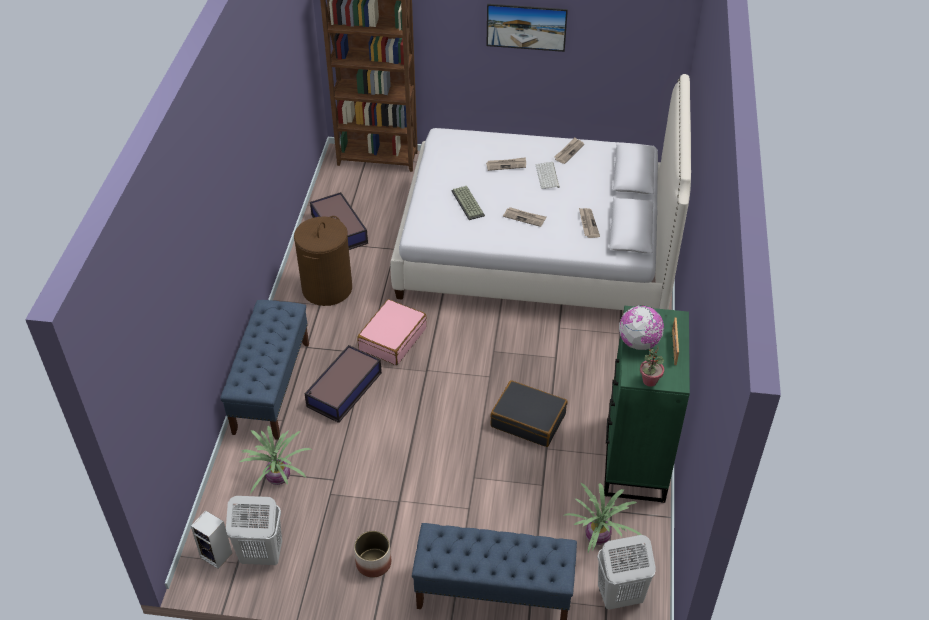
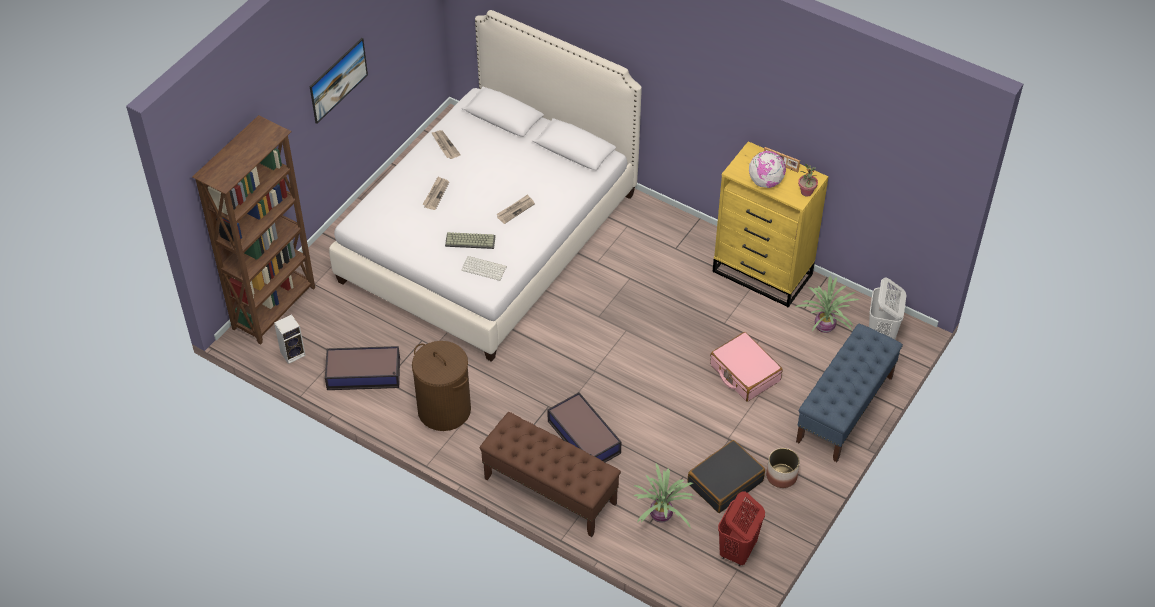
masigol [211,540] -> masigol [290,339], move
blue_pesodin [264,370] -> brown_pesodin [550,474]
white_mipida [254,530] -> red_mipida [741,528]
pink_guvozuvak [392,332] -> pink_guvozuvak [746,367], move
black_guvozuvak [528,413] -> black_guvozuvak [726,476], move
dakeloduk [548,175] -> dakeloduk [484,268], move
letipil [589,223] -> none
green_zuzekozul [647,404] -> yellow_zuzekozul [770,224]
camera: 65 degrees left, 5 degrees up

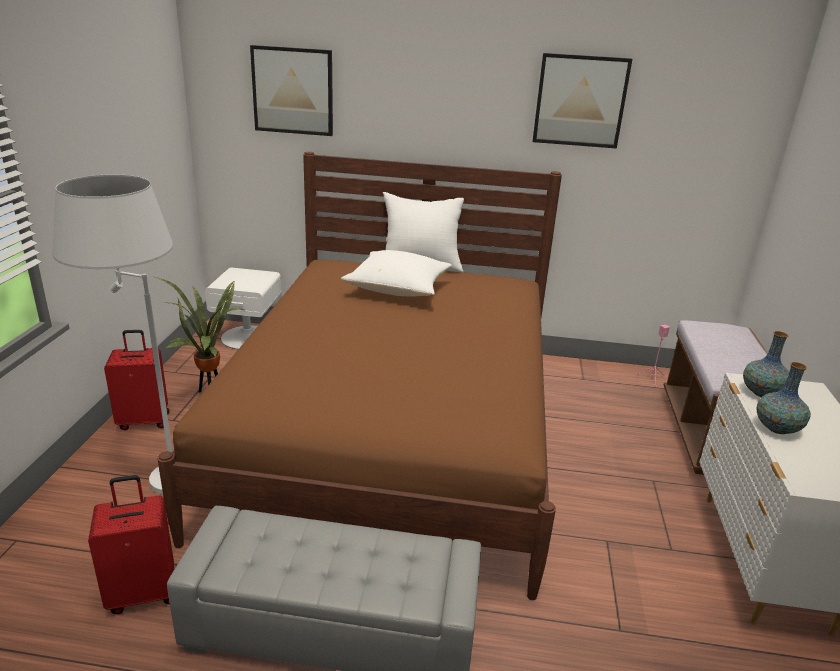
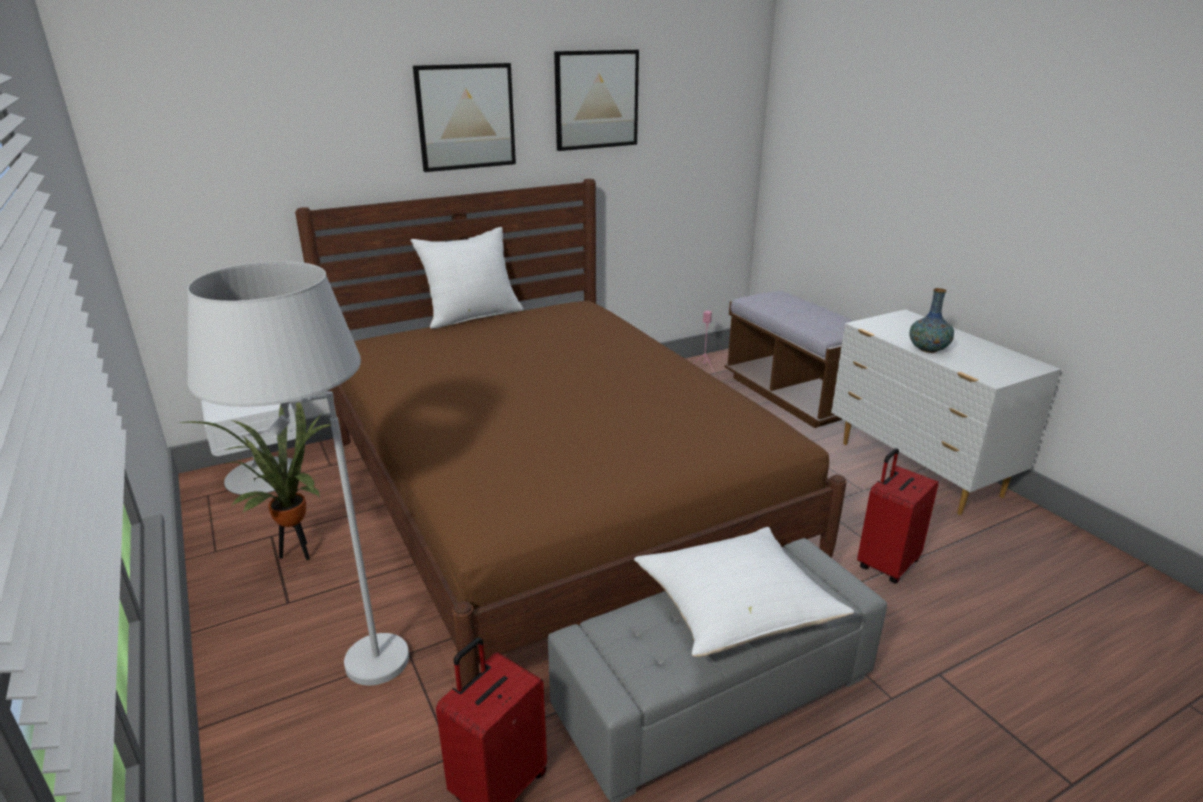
red_guvozuvak [137,380] -> red_guvozuvak [898,516], move
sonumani [291,90] -> sonumani [464,117], move
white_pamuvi [396,273] -> white_pamuvi [744,592], move
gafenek [766,364] -> none
camera: 35 degrees left, 0 degrees up

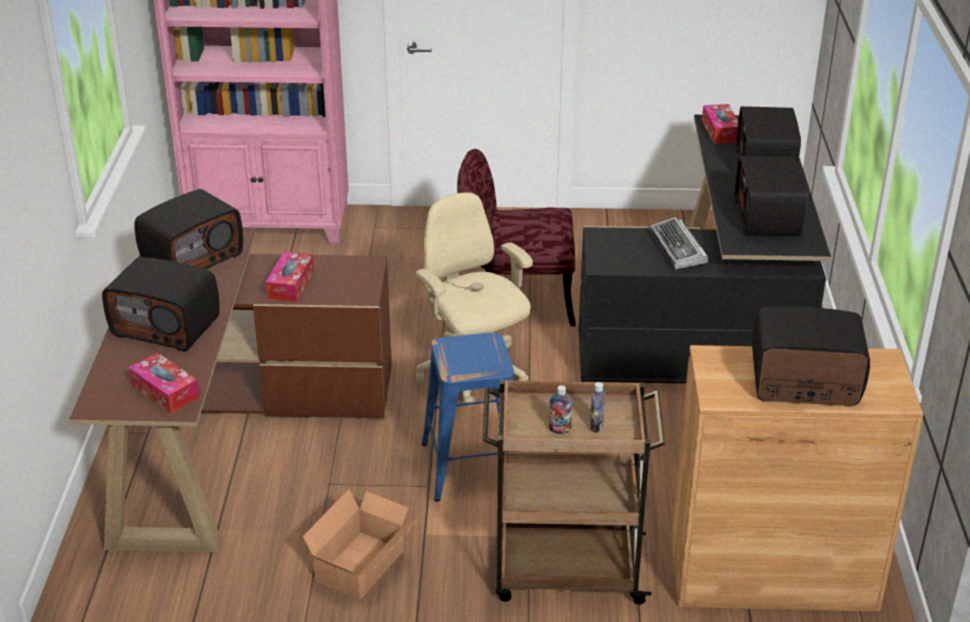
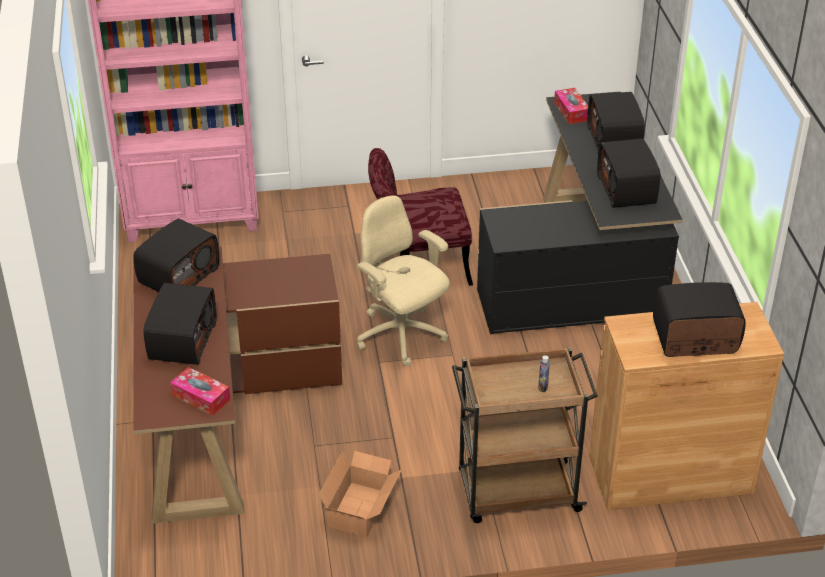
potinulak [161,304] -> potinulak [180,324], 90 degrees counterclockwise
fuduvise [290,276] -> none
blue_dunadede [471,417] -> none
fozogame [561,409] -> none
dakeloduk [679,243] -> none
camera: 10 degrees left, 5 degrees up

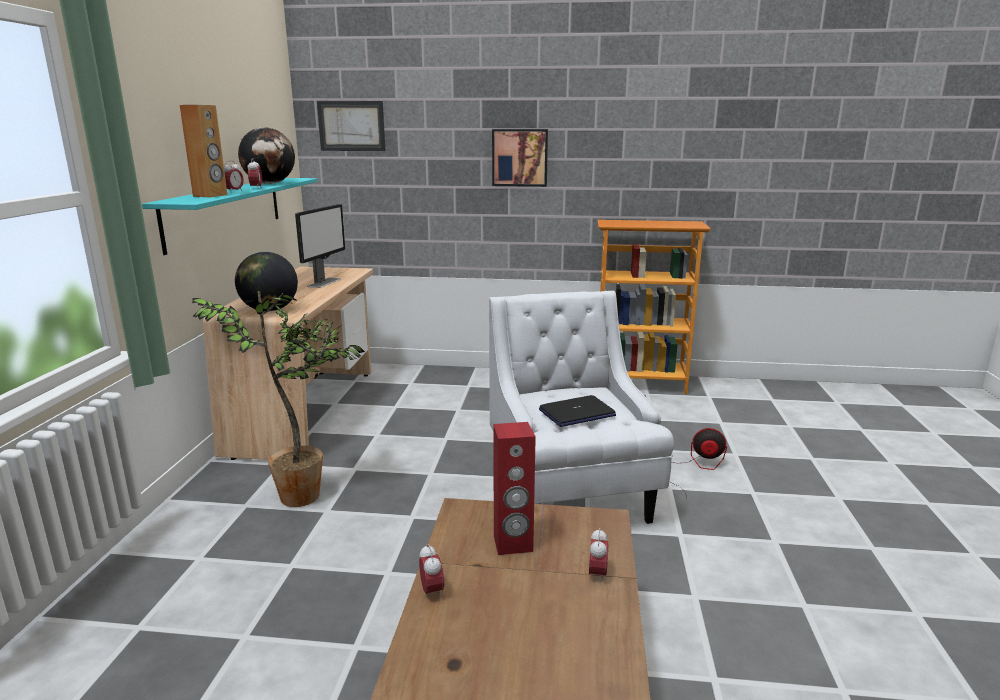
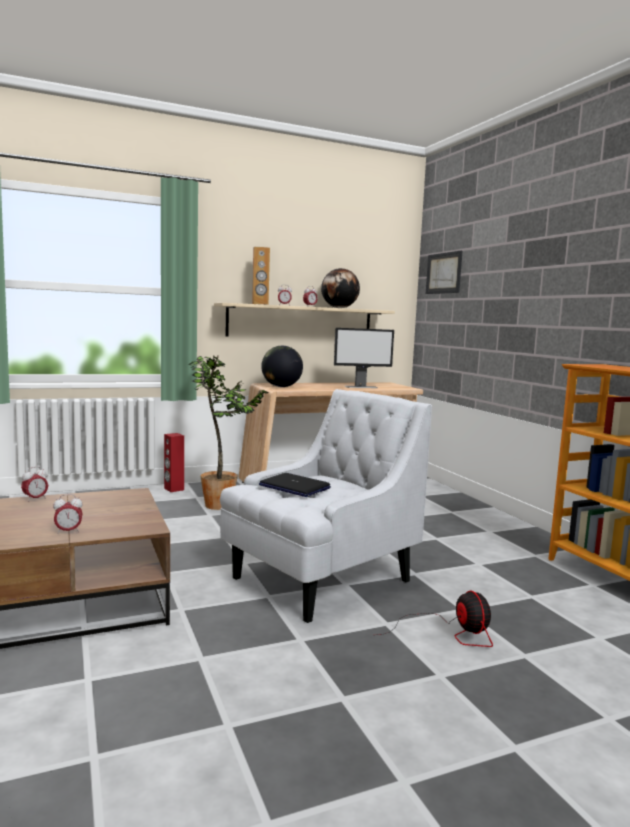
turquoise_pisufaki [230,216] -> beige_pisufaki [304,320]
sonumani [520,158] -> none
red_masigol [514,488] -> red_masigol [174,462], move
camera: 60 degrees right, 10 degrees down

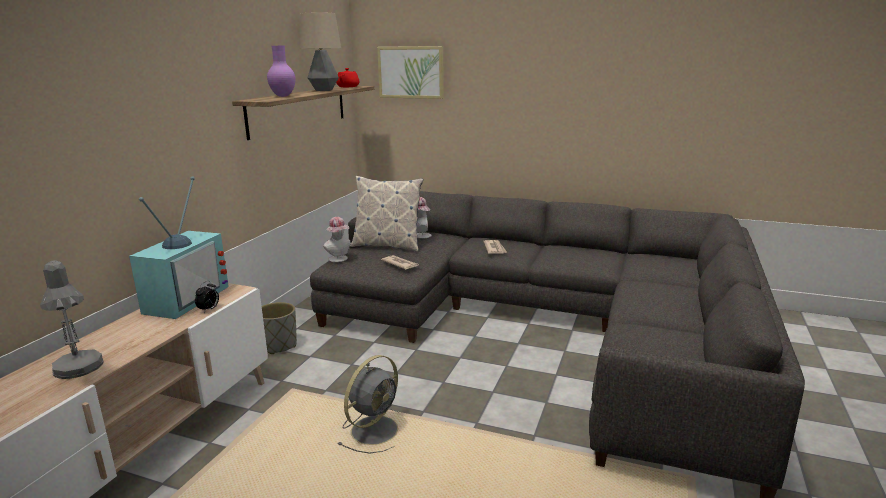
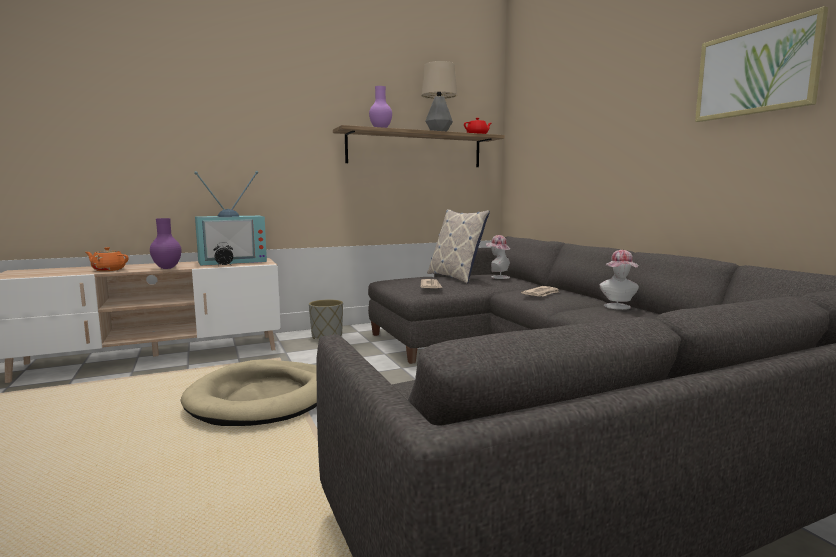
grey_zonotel [72,320] -> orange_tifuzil [107,259]
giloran [337,239] -> giloran [619,280], move
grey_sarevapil [367,404] -> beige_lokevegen [249,393]
sonumani [410,72] -> sonumani [761,64], move
none -> purple_gafenek [165,243]
camera: 45 degrees right, 10 degrees down

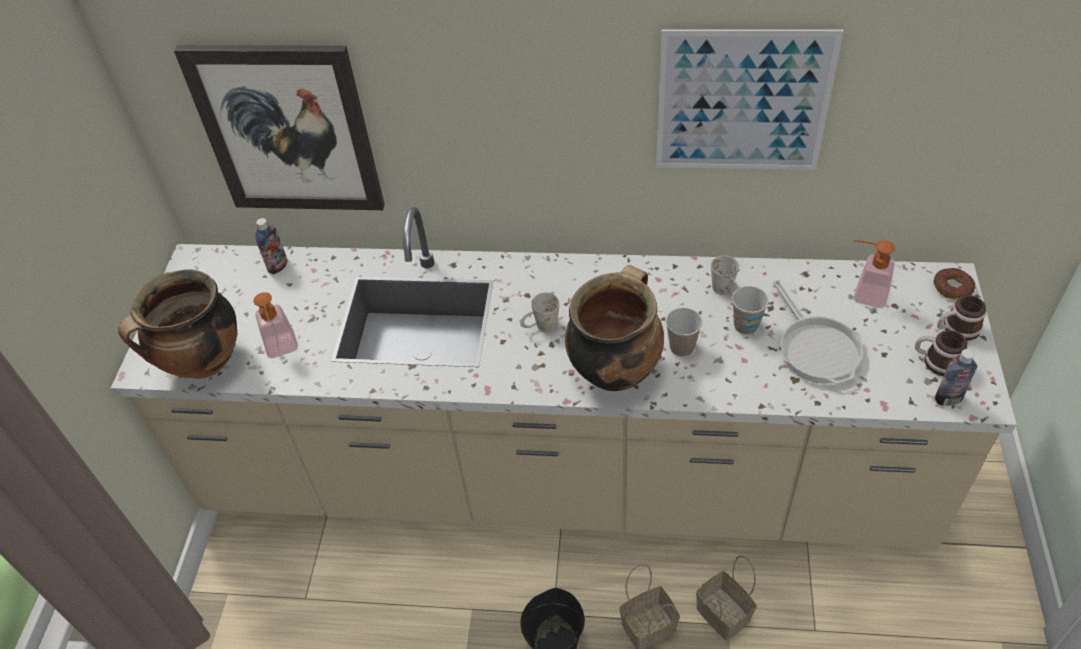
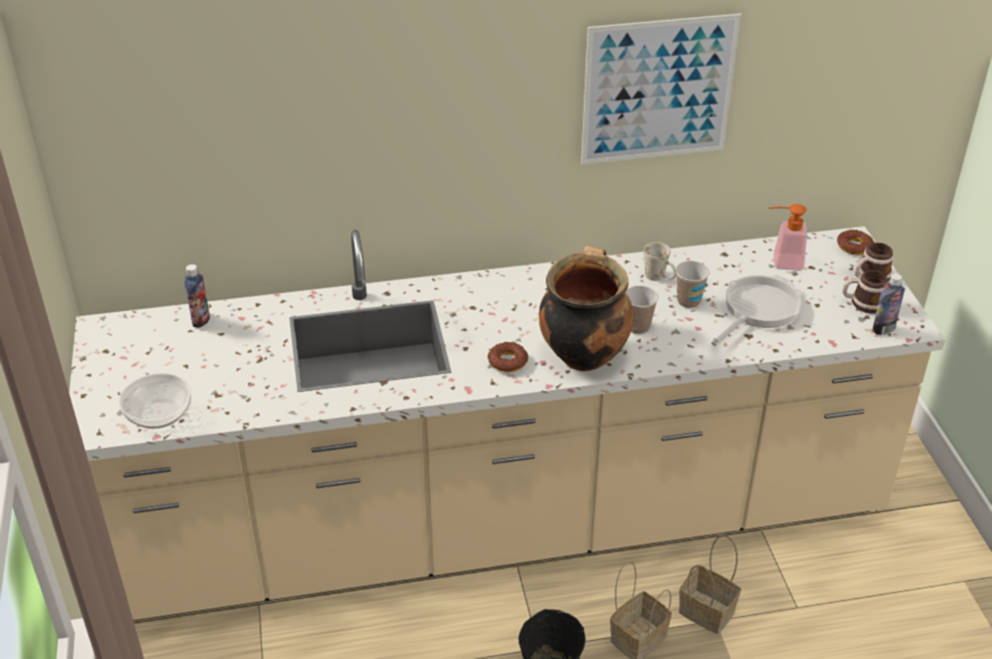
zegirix [177,324] -> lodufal [155,401]
sonumani [279,127] -> none
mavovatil [275,325] -> none
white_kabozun [540,312] -> none
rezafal [818,332] -> rezafal [756,310], 105 degrees counterclockwise
none -> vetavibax [507,357]
camera: 20 degrees left, 10 degrees down

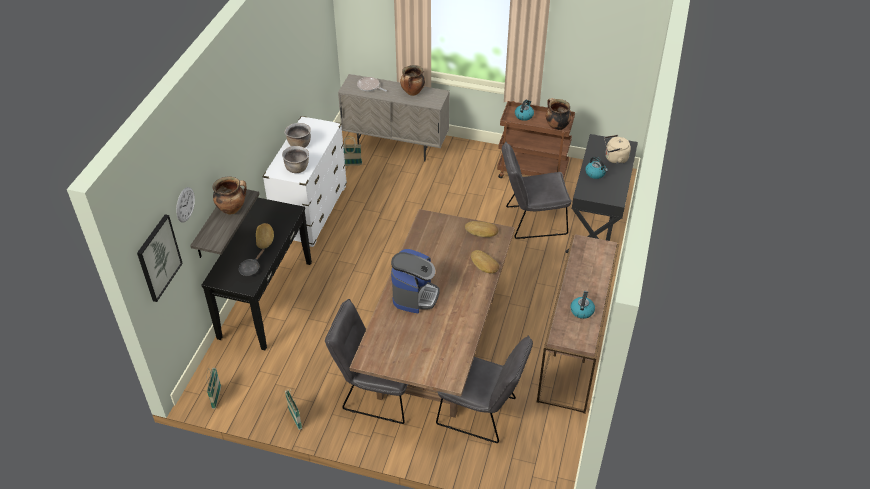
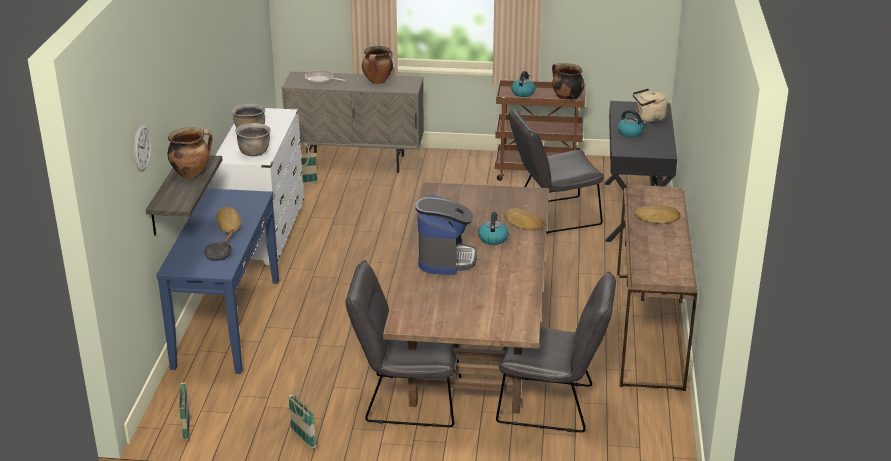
sonumani [160,258] -> none
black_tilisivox [257,274] -> blue_tilisivox [217,281]
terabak [481,229] -> terabak [657,214], move
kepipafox [582,305] -> kepipafox [493,228], move
camera: 10 degrees left, 15 degrees down

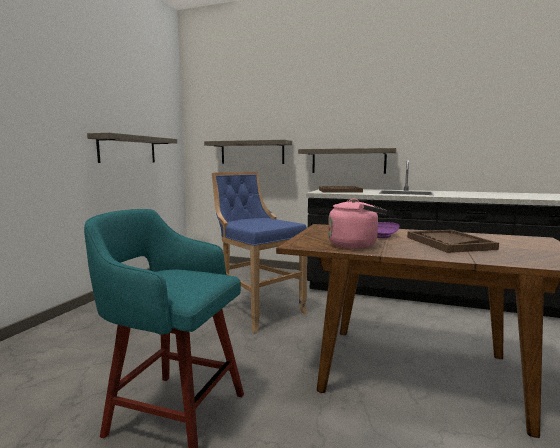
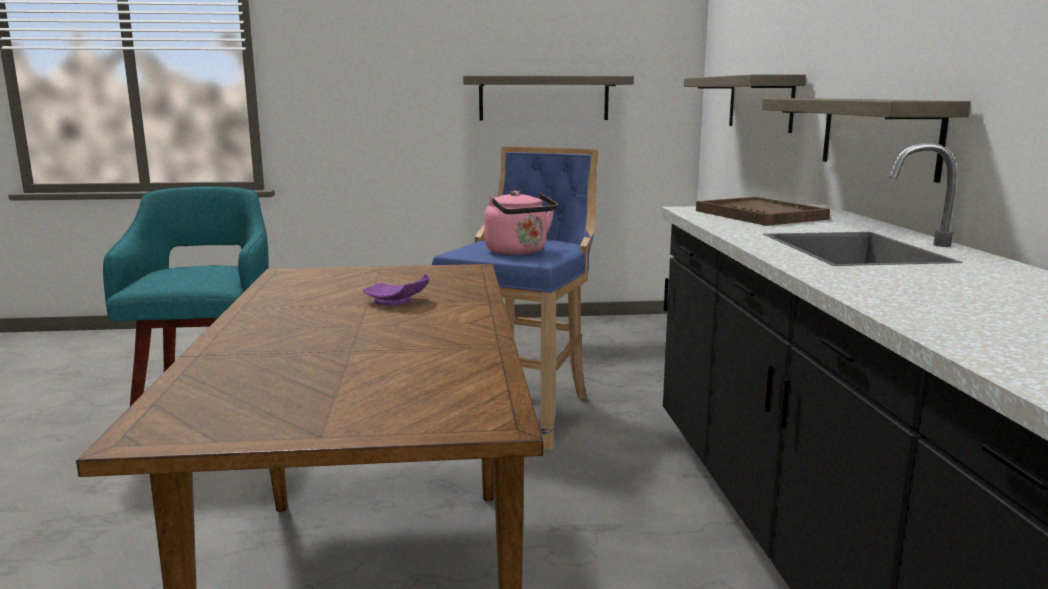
pink_kepipafox [357,224] -> pink_kepipafox [521,222], move
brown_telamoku [453,241] -> none
camera: 65 degrees right, 5 degrees up

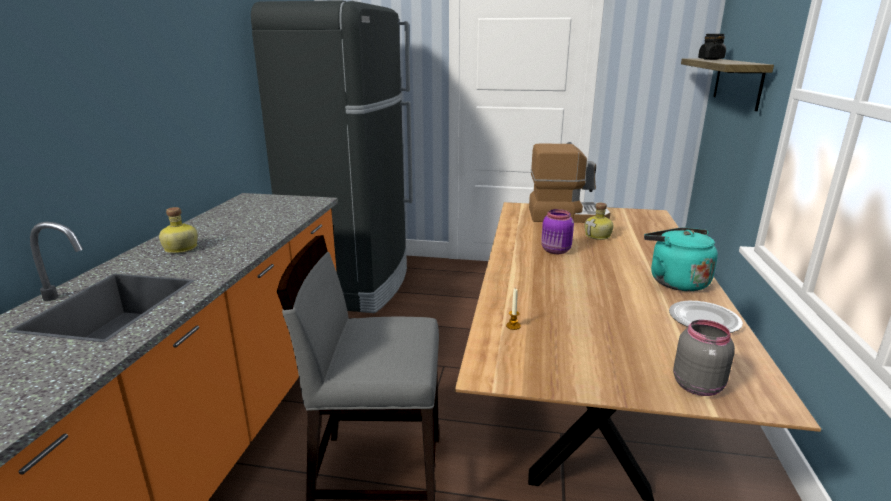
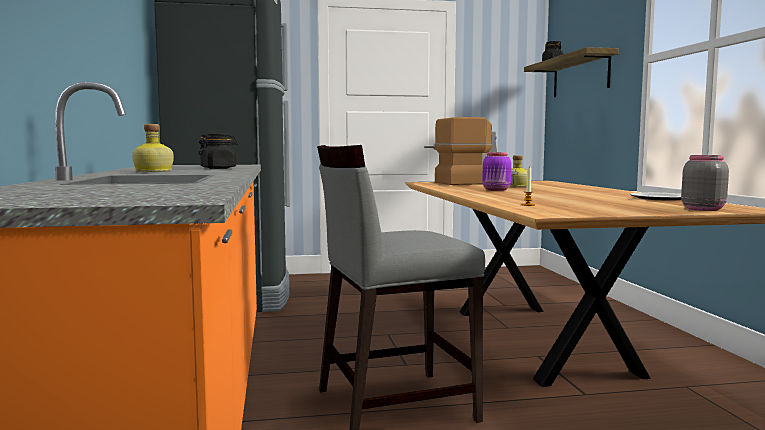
turquoise_kepipafox [681,259] -> none
none -> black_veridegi [218,151]
camera: 20 degrees left, 15 degrees down

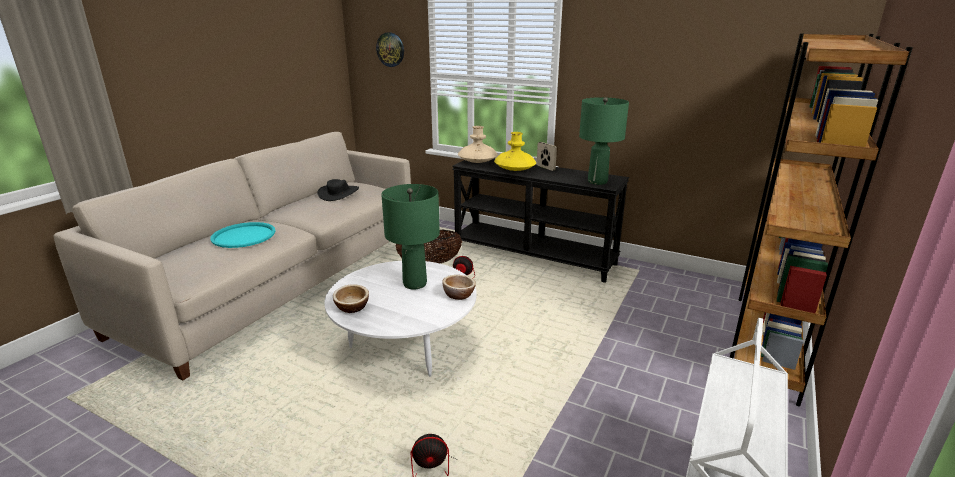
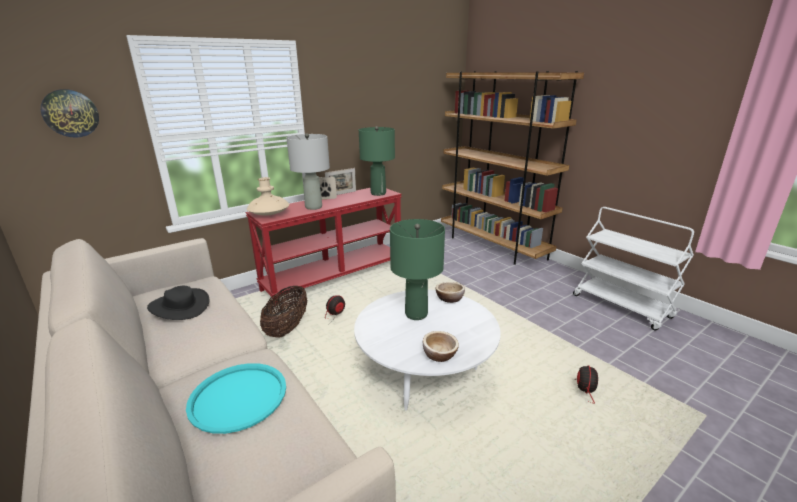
black_tilisivox [540,220] -> red_tilisivox [323,245]
yellow_gafenek [515,151] -> grey_zonotel [308,171]
none -> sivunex [340,181]
camera: 65 degrees left, 0 degrees up

